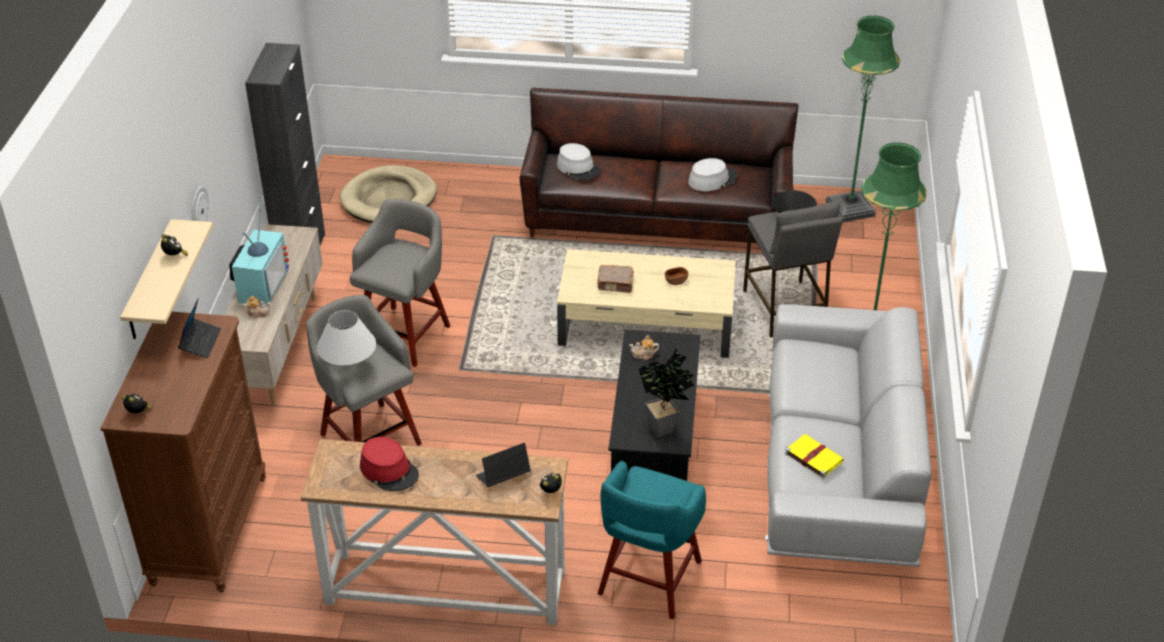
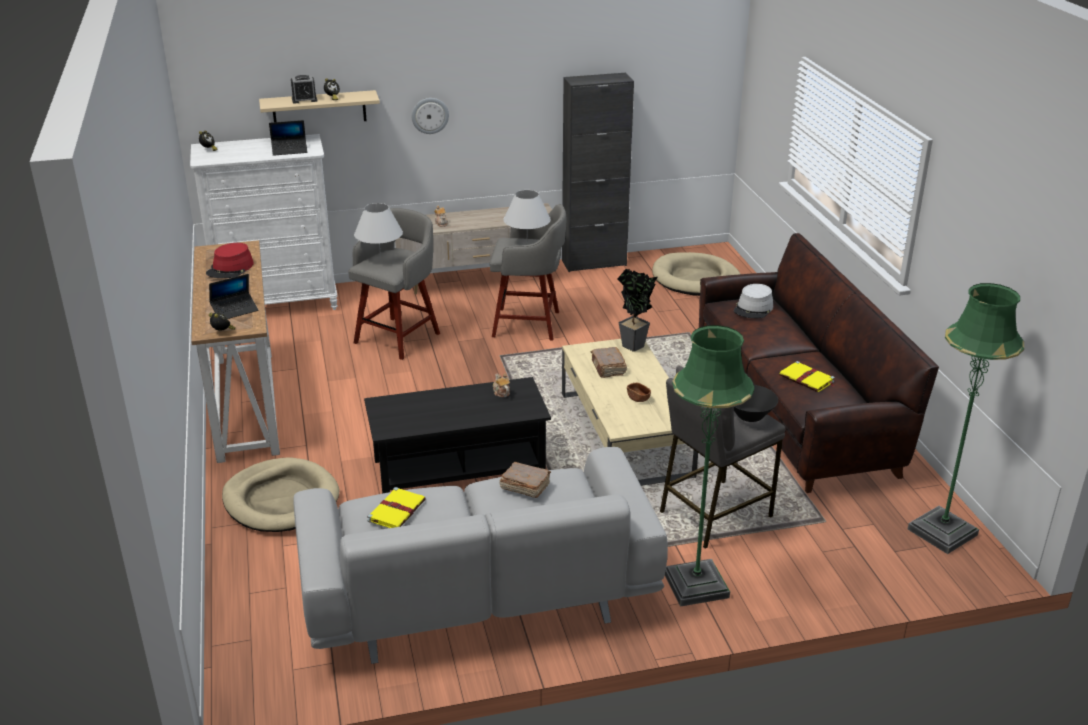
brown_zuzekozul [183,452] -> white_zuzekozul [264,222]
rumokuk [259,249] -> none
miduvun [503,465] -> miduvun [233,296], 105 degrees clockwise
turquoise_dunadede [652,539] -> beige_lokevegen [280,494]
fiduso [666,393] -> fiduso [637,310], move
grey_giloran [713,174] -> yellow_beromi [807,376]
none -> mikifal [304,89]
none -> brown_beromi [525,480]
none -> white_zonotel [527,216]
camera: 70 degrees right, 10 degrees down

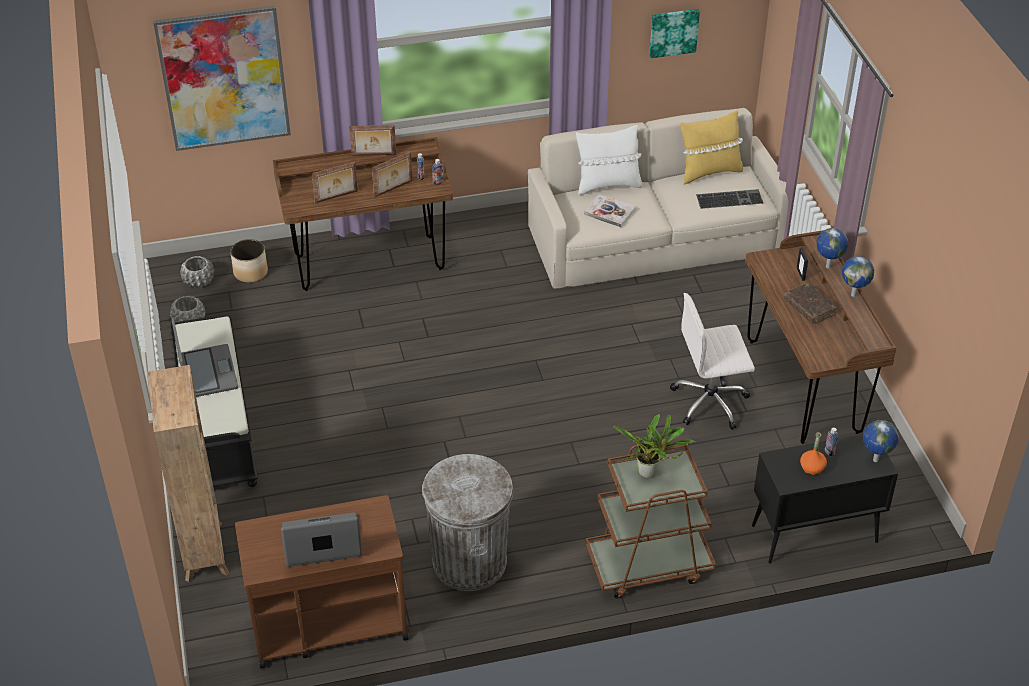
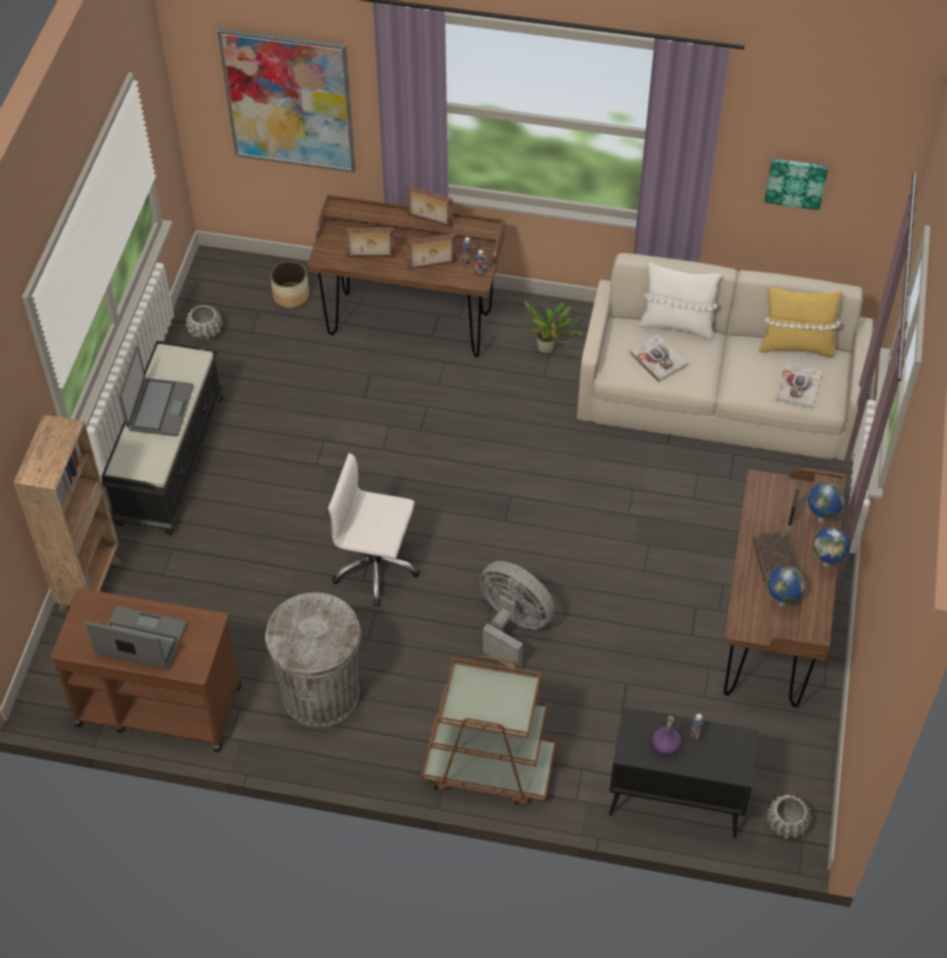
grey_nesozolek [197,272] -> grey_nesozolek [789,816], move
fiduso [654,446] -> fiduso [548,327], move
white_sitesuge [712,361] -> white_sitesuge [374,529], move
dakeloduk [729,199] -> beromi [798,385]
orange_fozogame [813,453] -> purple_fozogame [667,735]
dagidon [881,441] -> dagidon [786,586], move
none -> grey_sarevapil [517,616]
camera: 25 degrees right, 10 degrees up

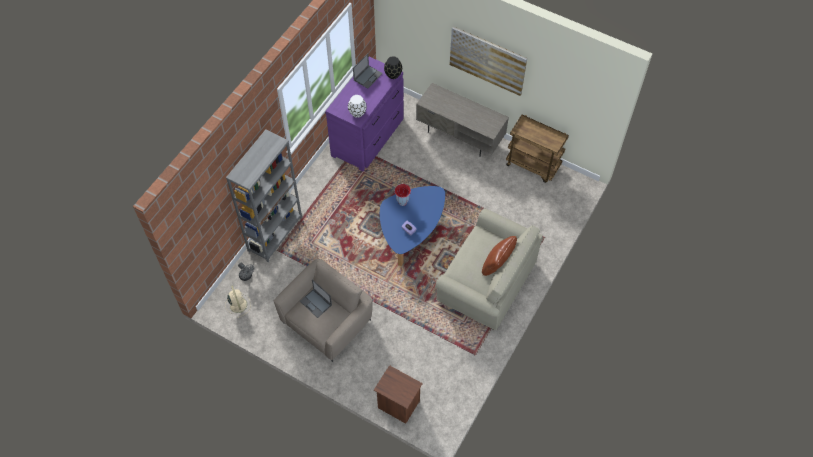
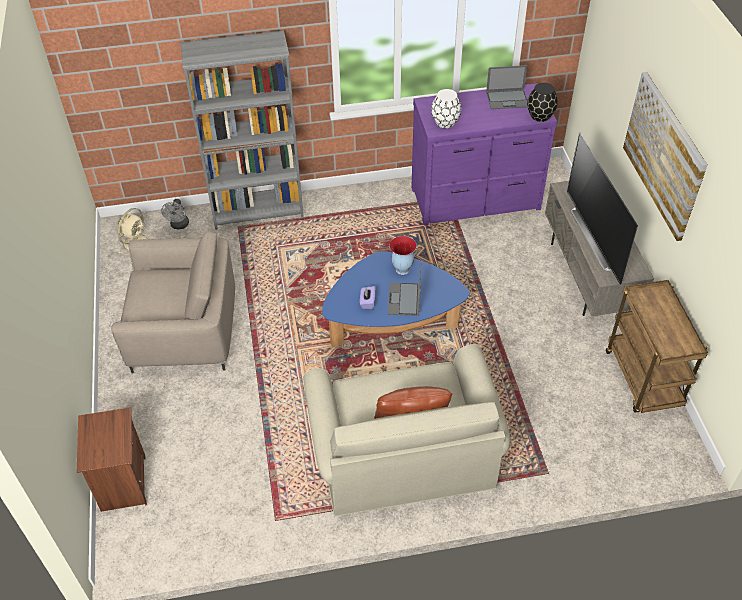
miduvun [316,298] -> miduvun [404,289], move
none -> rumokuk [602,208]
camera: 50 degrees right, 10 degrees down

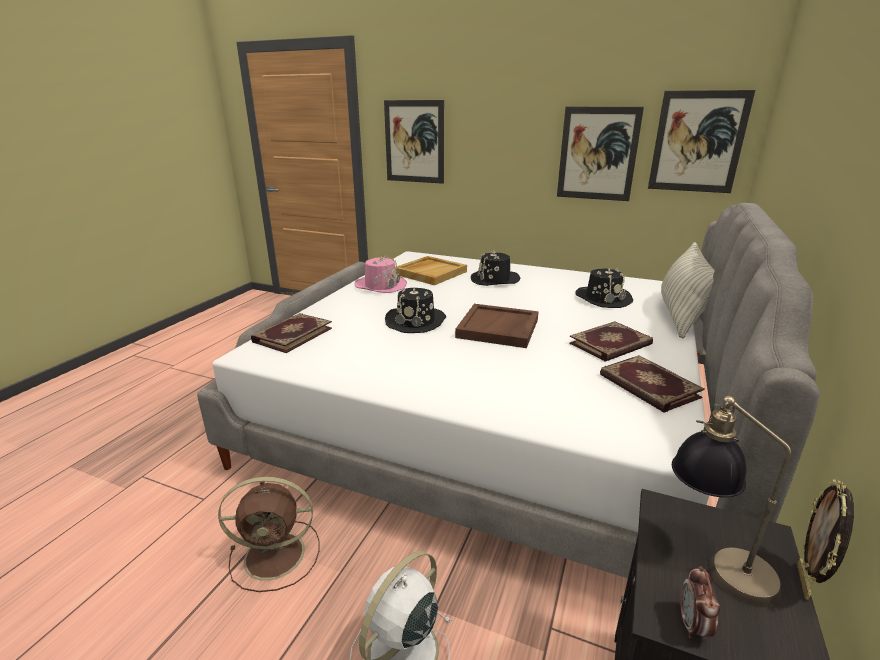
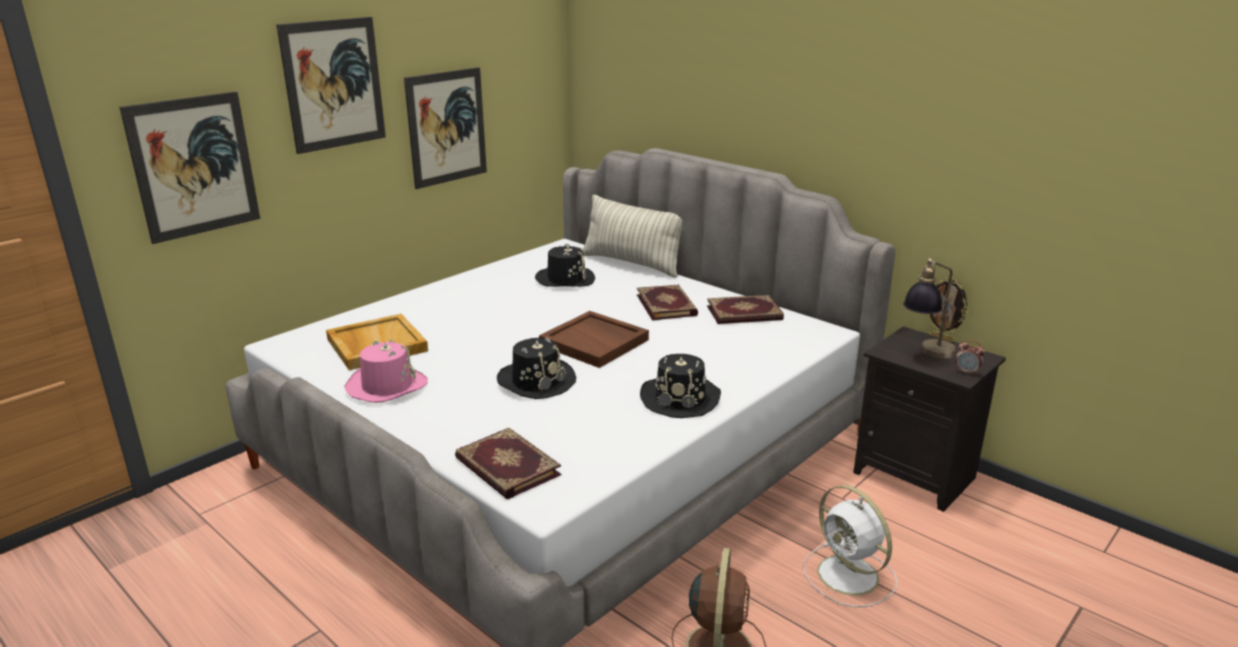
black_giloran [495,268] -> black_giloran [680,386], move
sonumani [701,141] -> sonumani [331,85], move
camera: 70 degrees left, 0 degrees up

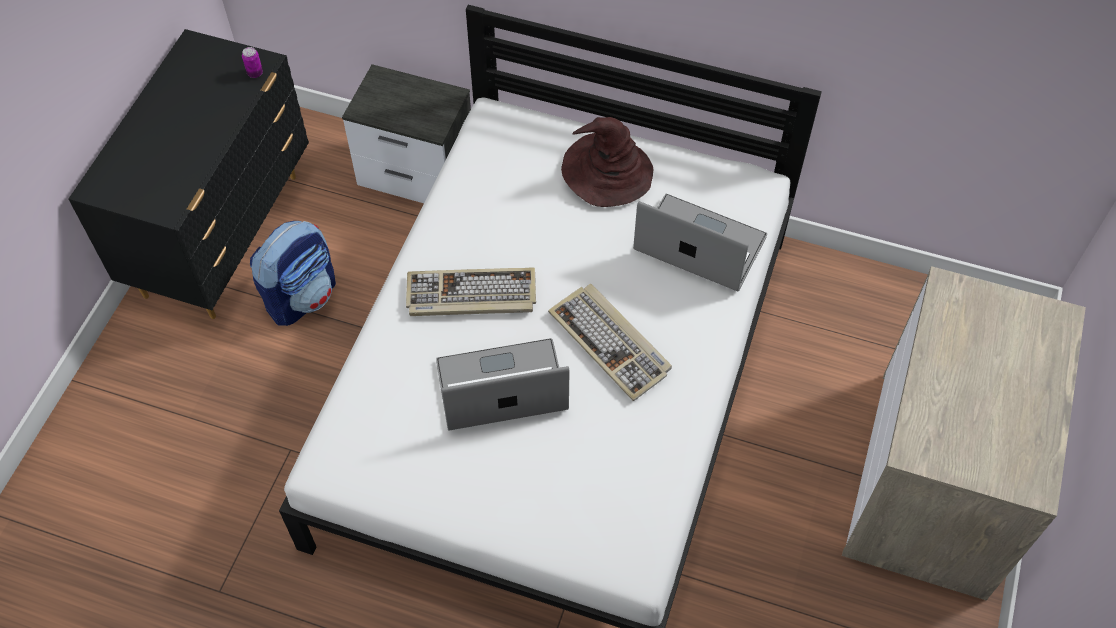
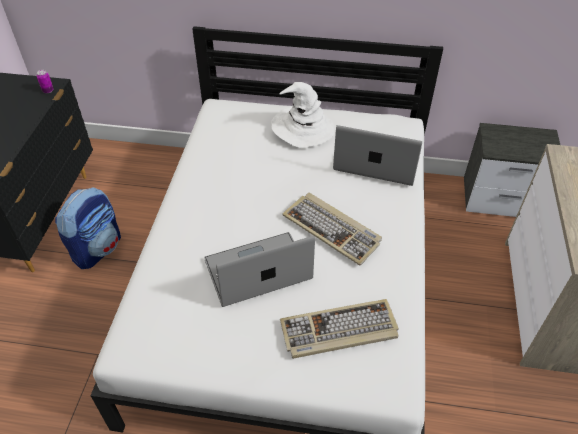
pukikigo [406,133] -> pukikigo [512,170], move
dakeloduk [471,292] -> dakeloduk [339,329], move
brown_giloran [607,162] -> white_giloran [302,115]
camera: 10 degrees left, 10 degrees down

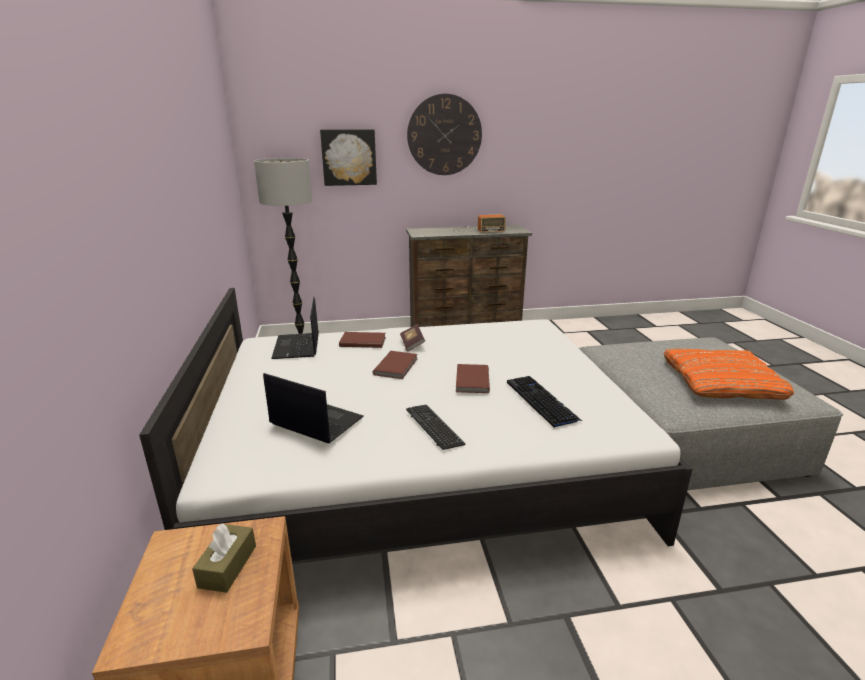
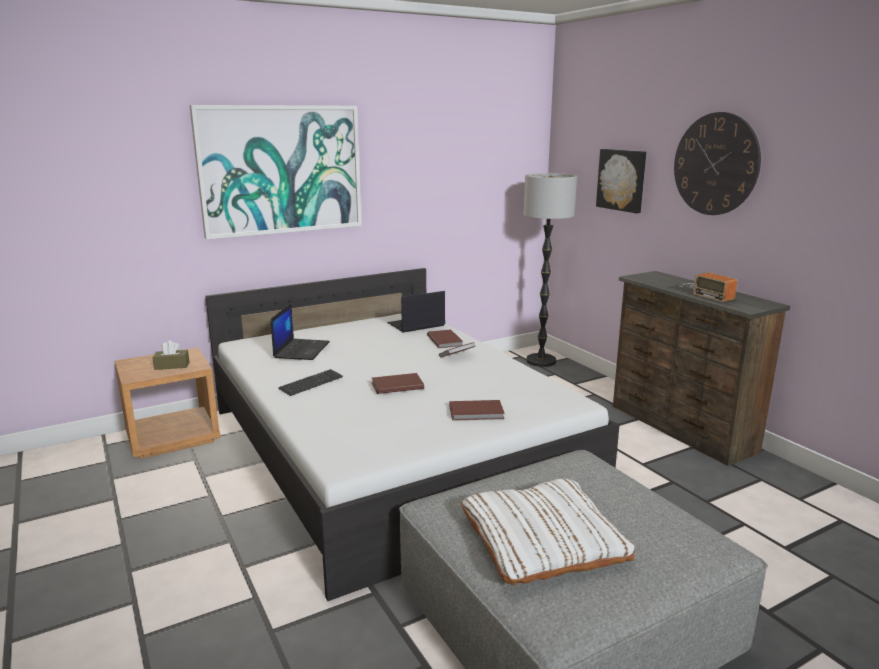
brown_beromi [395,365] -> brown_beromi [477,410], move
dakeloduk [544,401] -> none
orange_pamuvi [729,374] -> white_pamuvi [548,532]
none -> sonumani [276,172]
camera: 70 degrees right, 5 degrees down

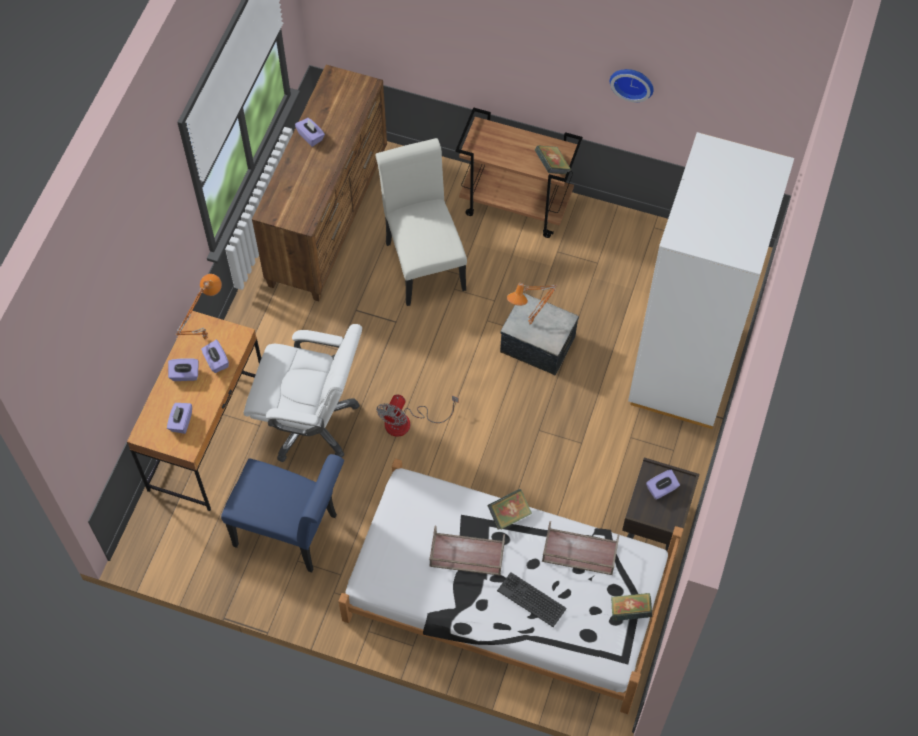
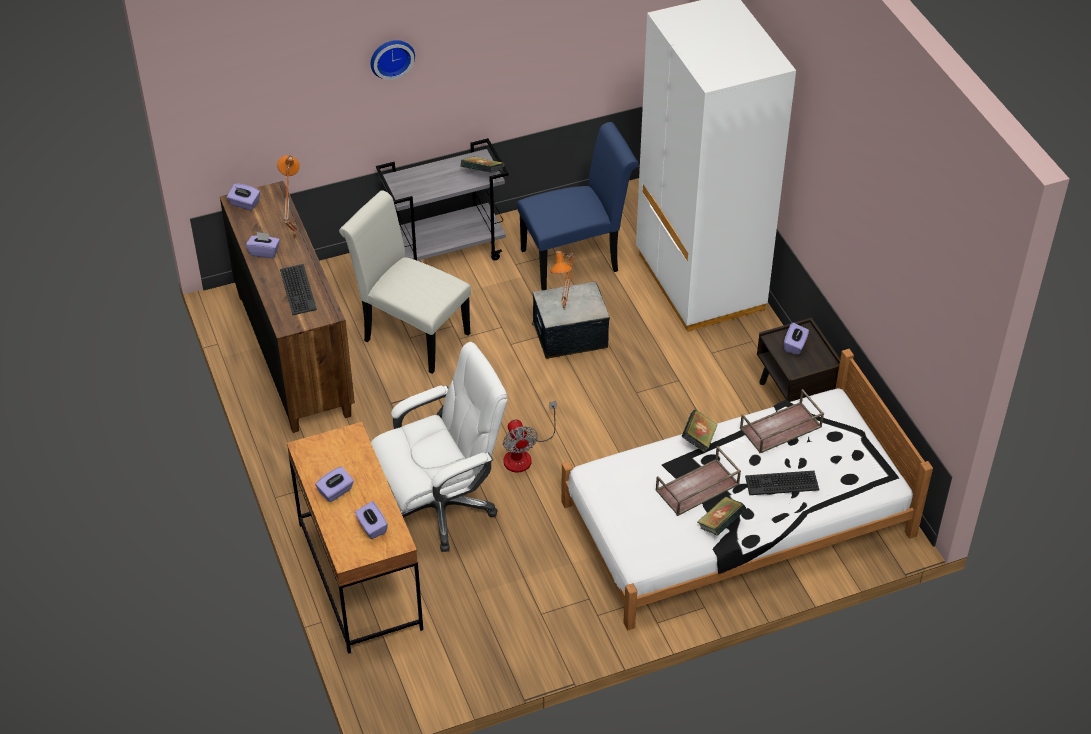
orange_zonotel [198,307] -> orange_zonotel [288,197], move
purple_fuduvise [215,356] -> purple_fuduvise [243,197], move
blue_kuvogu [282,513] -> blue_kuvogu [578,206], move
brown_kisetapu [519,172] -> grey_kisetapu [442,199]
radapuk [631,85] -> radapuk [393,60], move
beromi [631,607] -> beromi [721,516], move
none -> dakeloduk [298,289]
camera: 40 degrees left, 15 degrees down

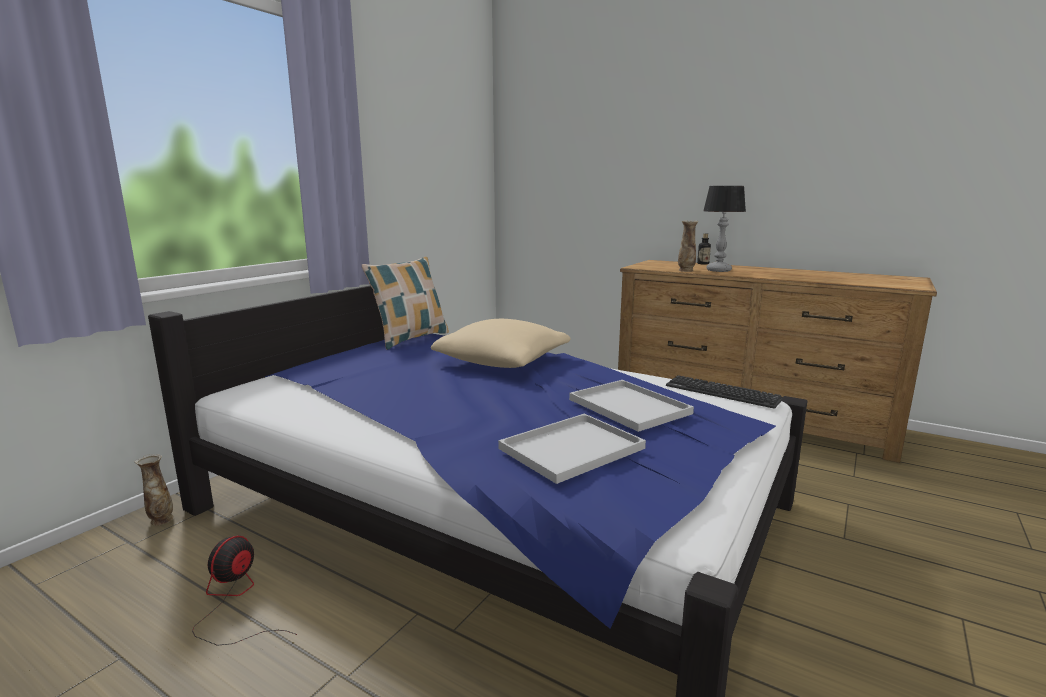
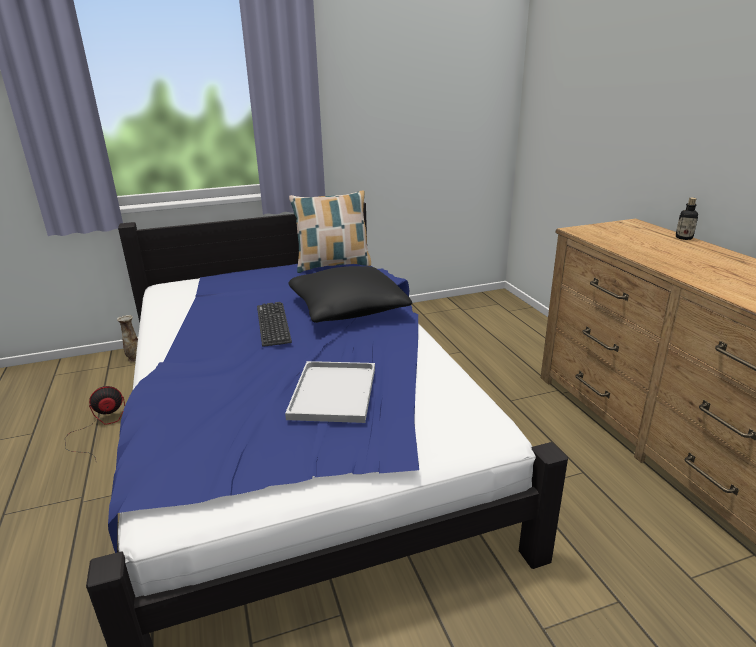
beige_pamuvi [501,343] -> black_pamuvi [350,294]
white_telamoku [572,449] -> none
dakeloduk [724,391] -> dakeloduk [274,324], move
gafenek [688,246] -> none
zonotel [725,229] -> none
camera: 40 degrees right, 10 degrees up

